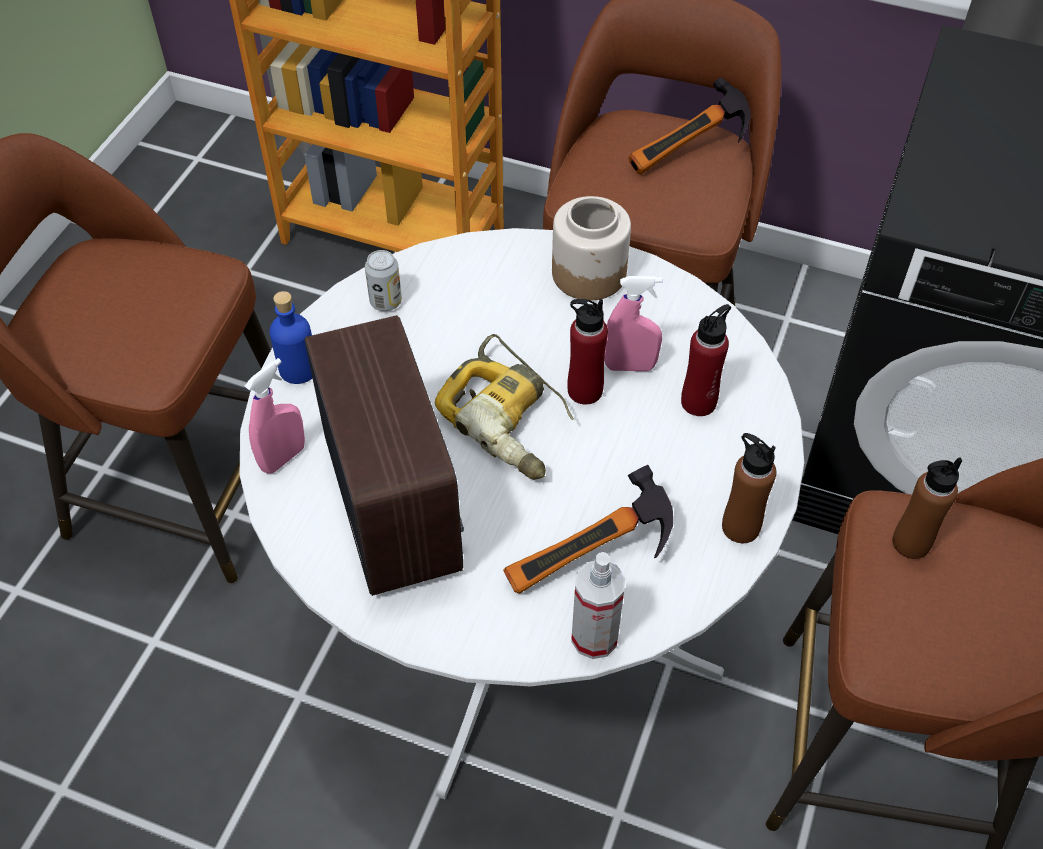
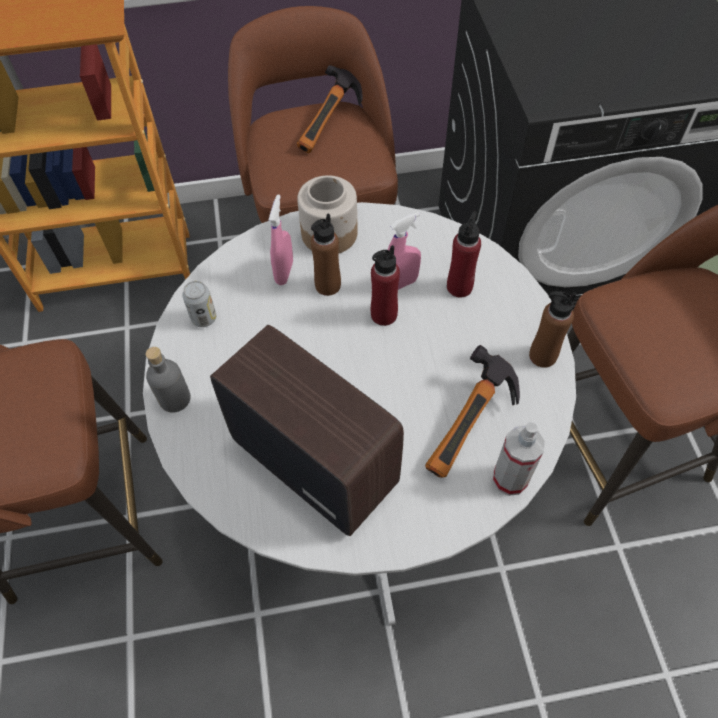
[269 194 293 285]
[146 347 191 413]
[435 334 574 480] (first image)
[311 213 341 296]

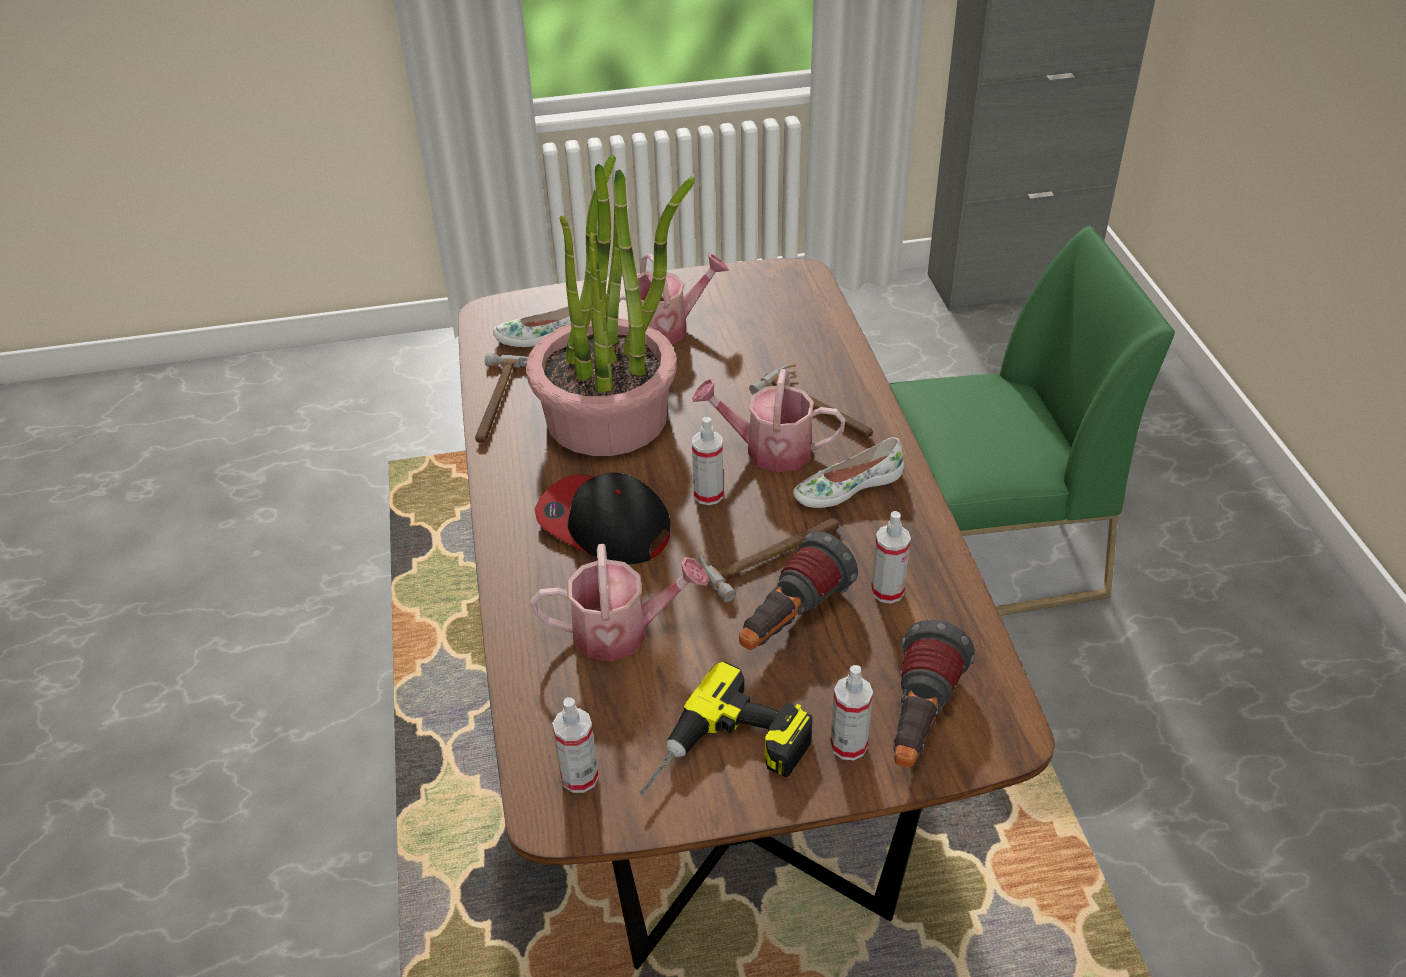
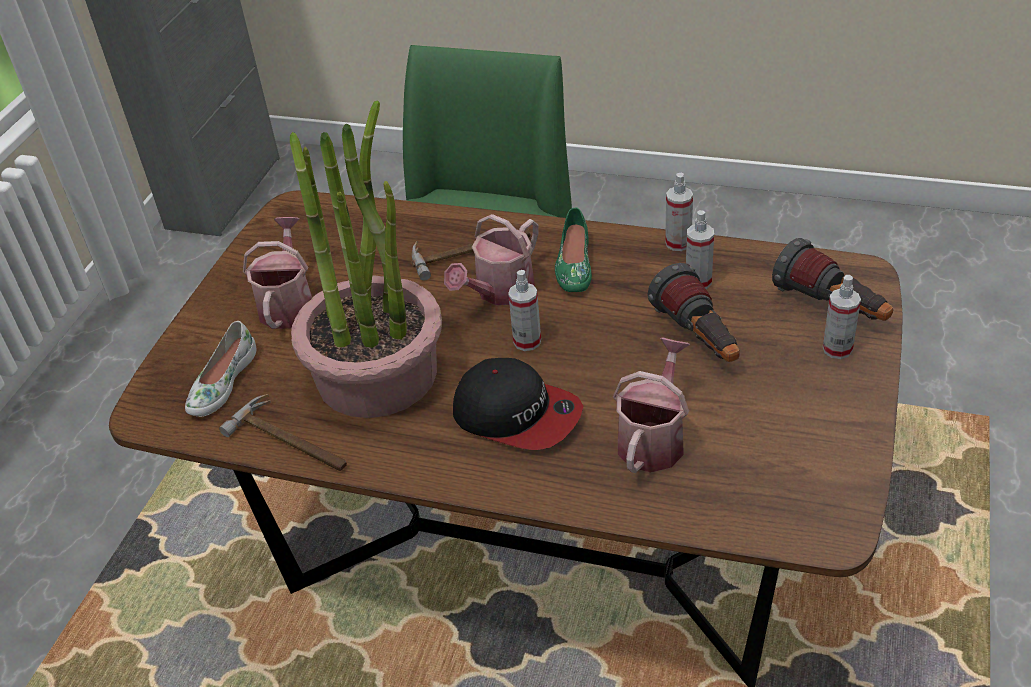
[453 358 584 450]
[665 172 693 251]
[640 662 812 795] (first image)
[700 518 839 602] (first image)
[555 207 592 292]

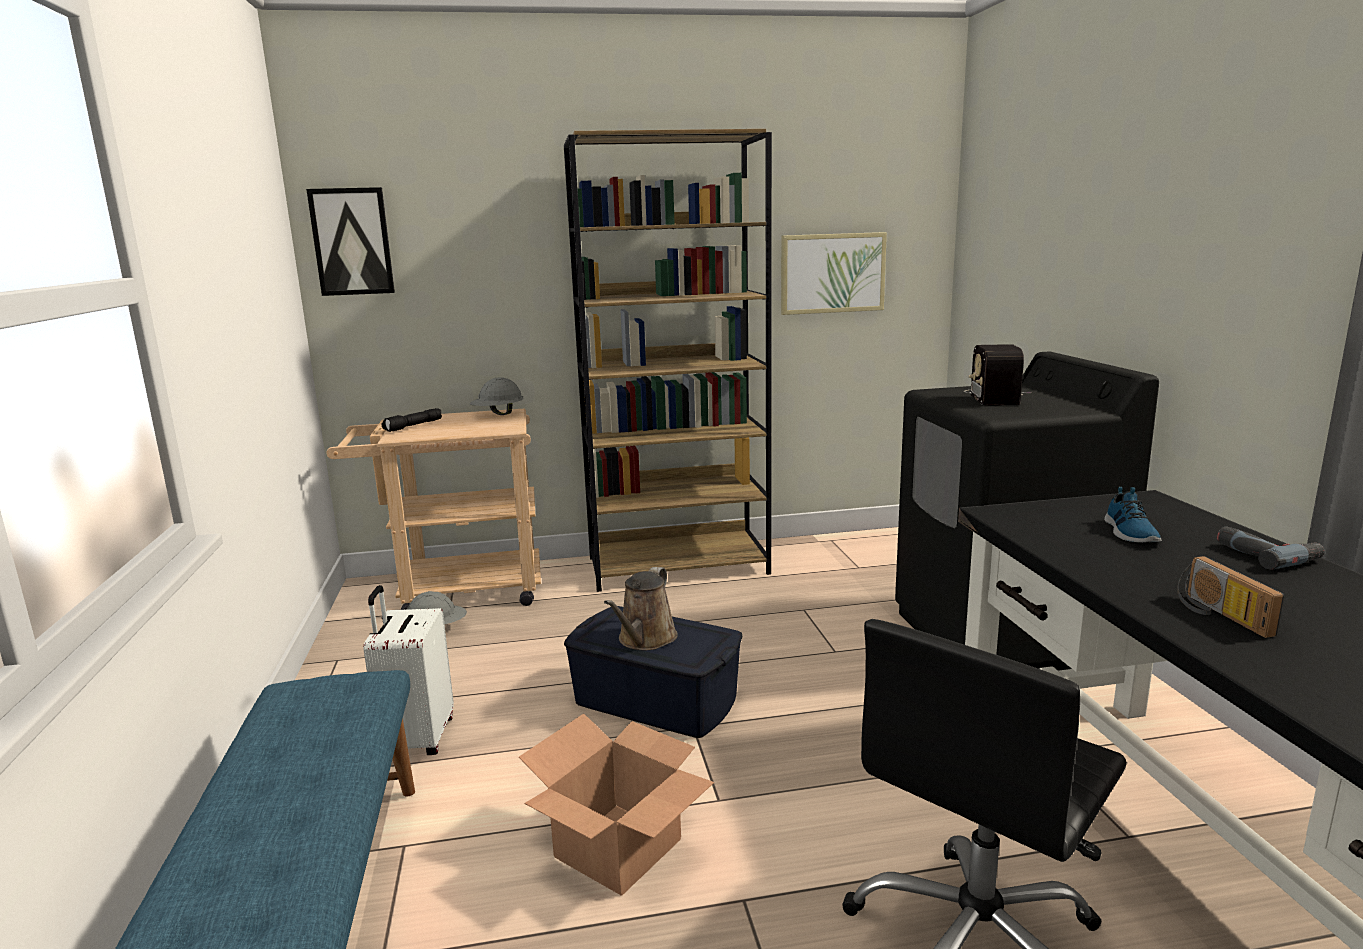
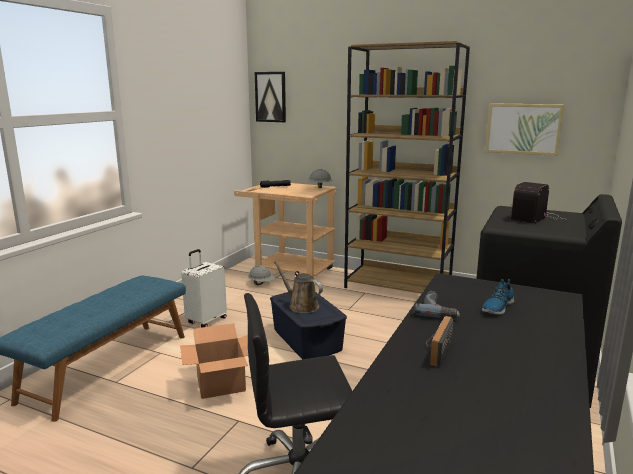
[274 261 323 313]
[414 291 460 319]

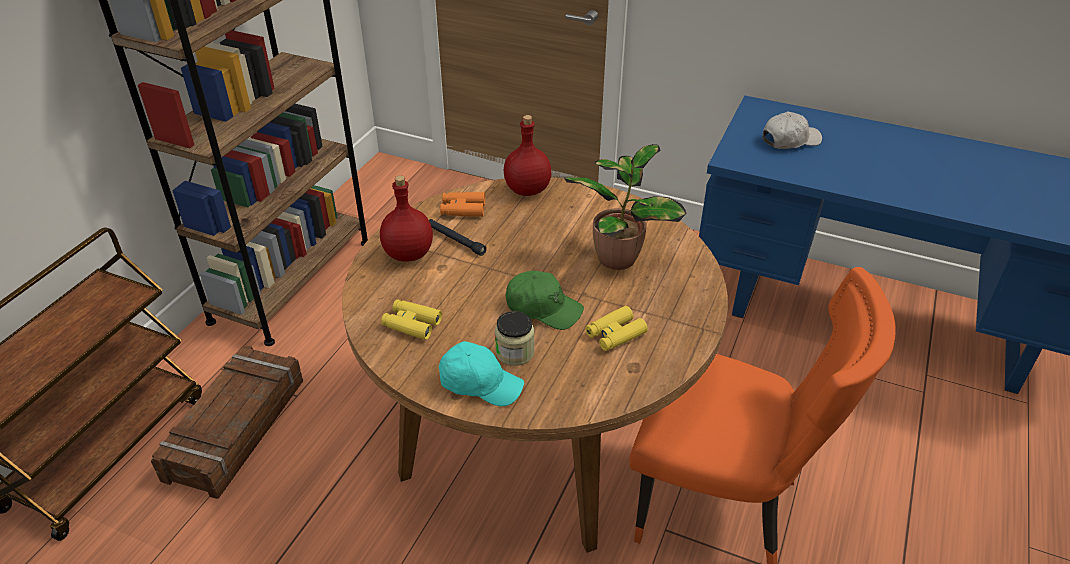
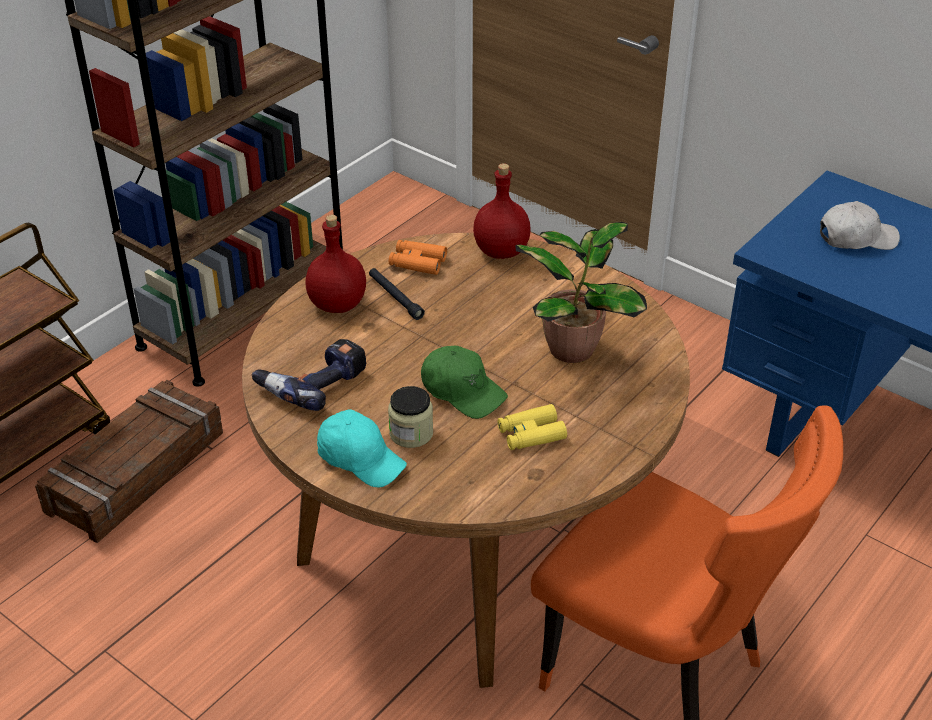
[252 339 366 411]

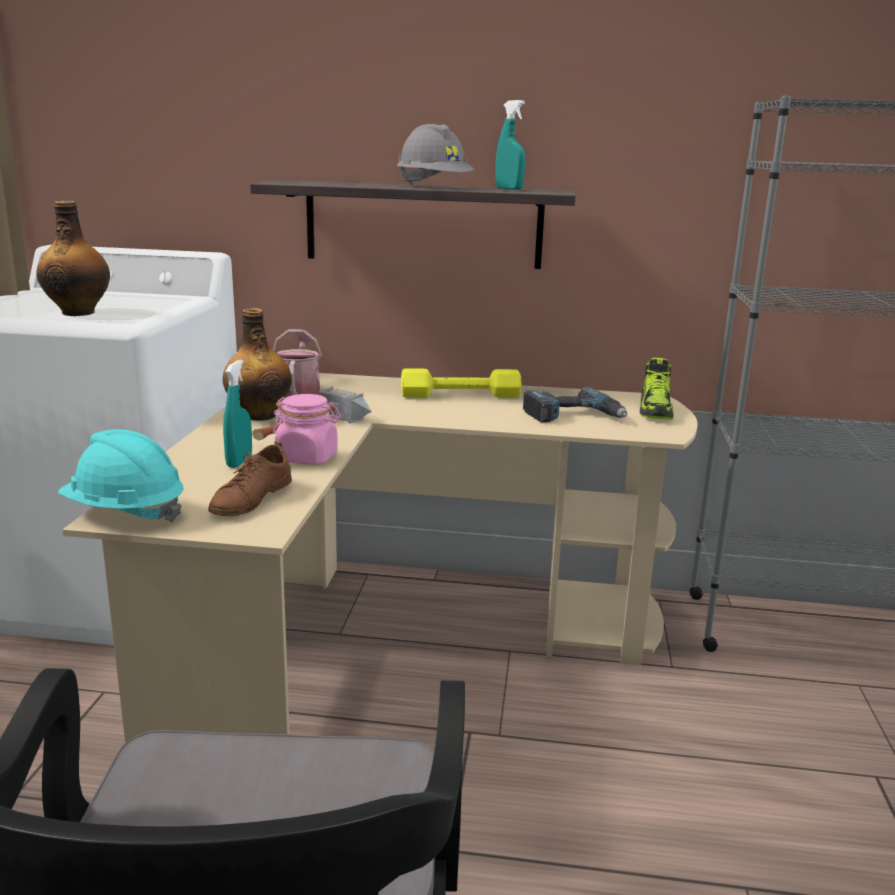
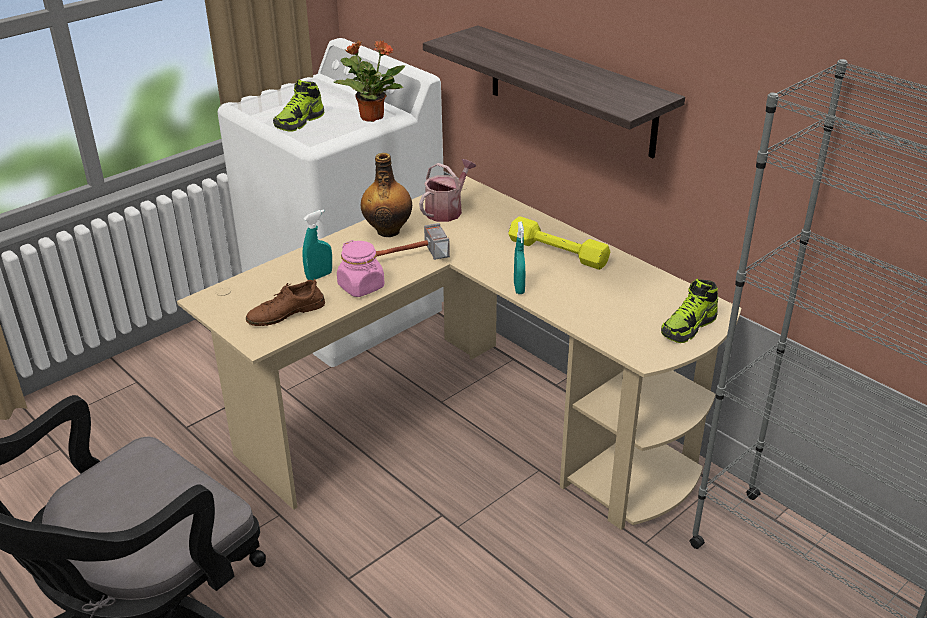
[273 79 324 132]
[58 429 184 522] (first image)
[397 124 475 185] (first image)
[514 221 525 294]
[523 387 627 423] (first image)
[334 40 405 122]

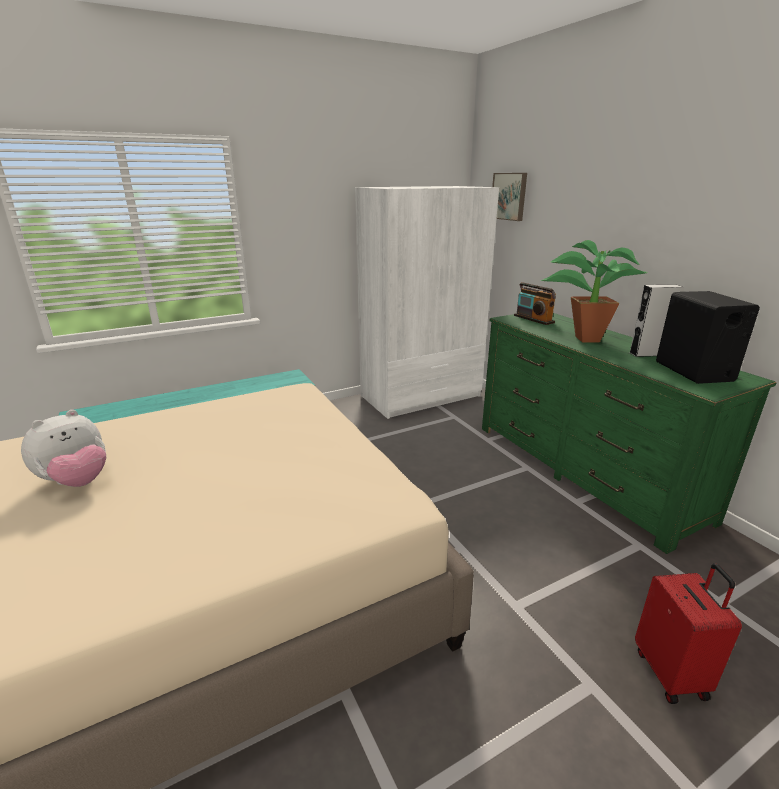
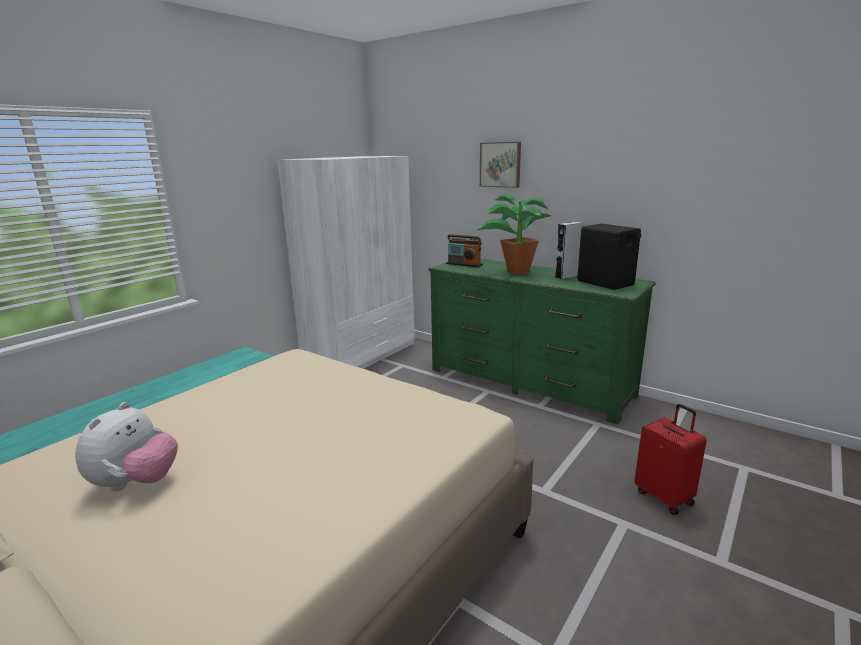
[480 142 521 188]

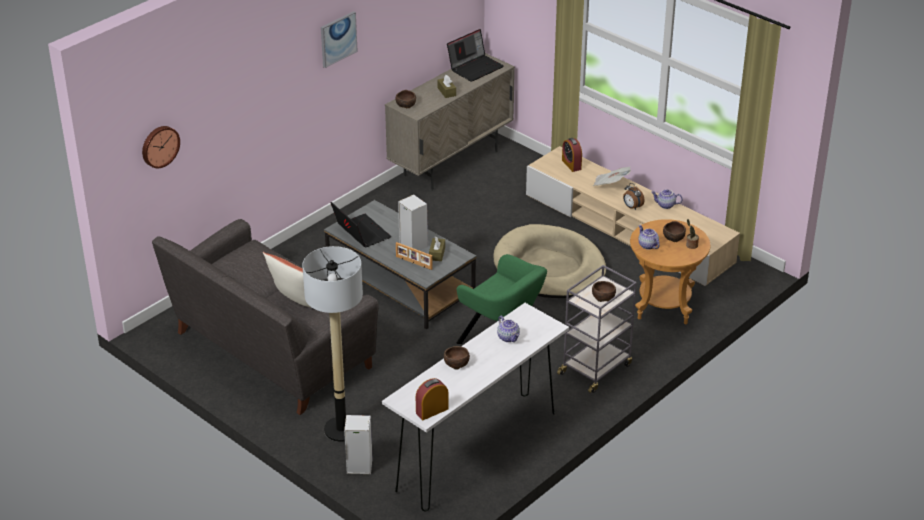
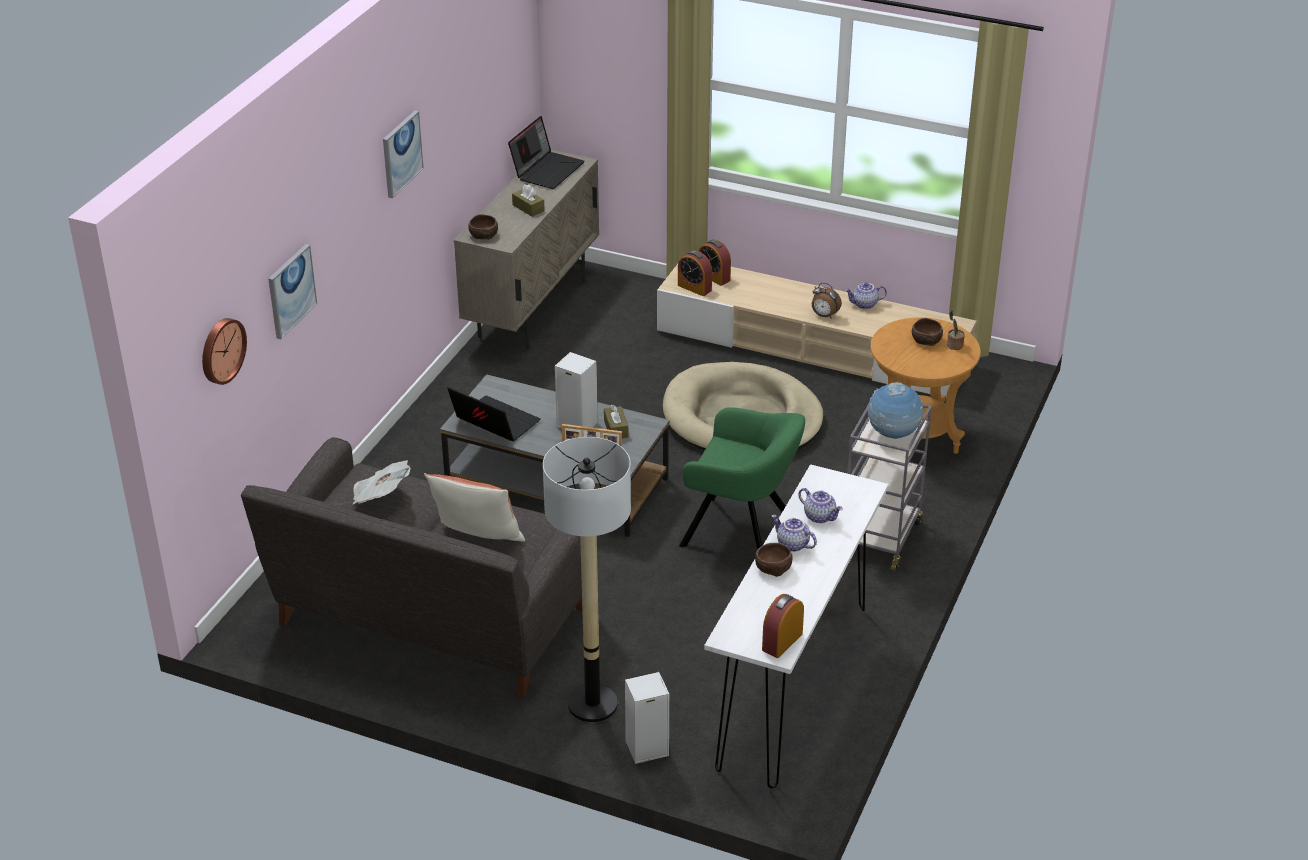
[868 382 923 439]
[353 460 411 504]
[772 515 817 552]
[268 244 317 339]
[678 251 712 296]

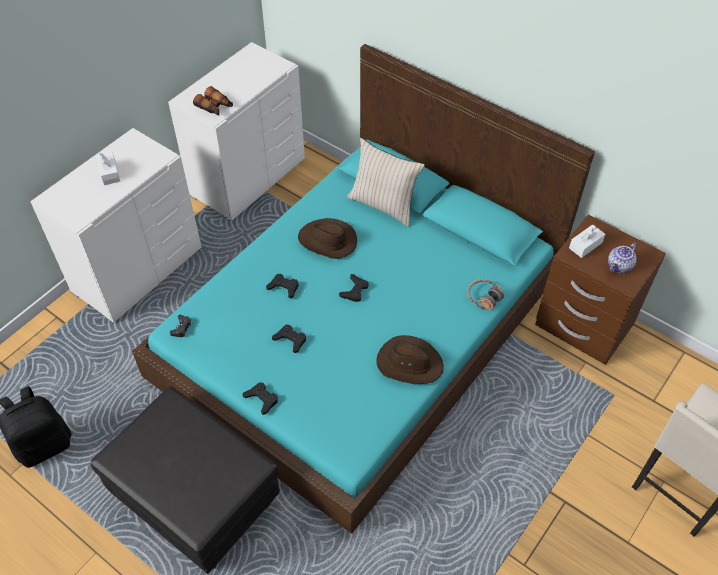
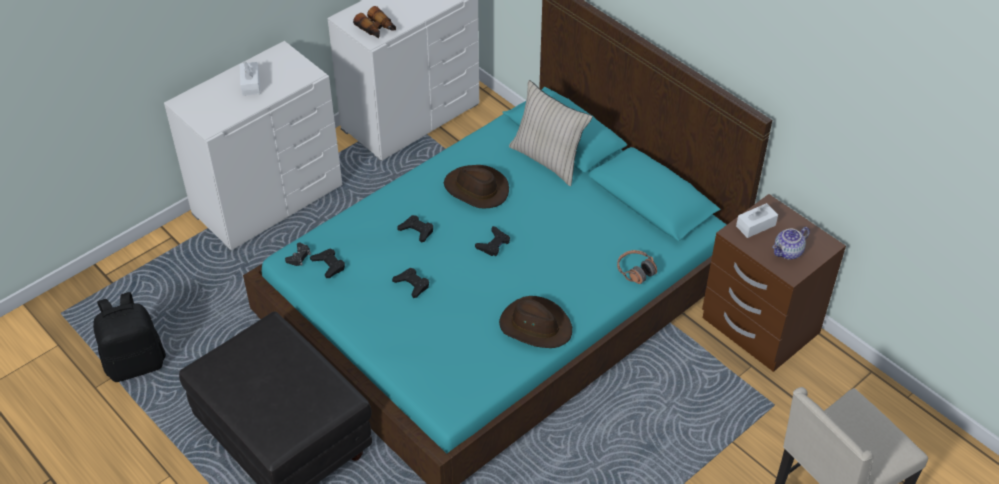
[310 249 345 278]

